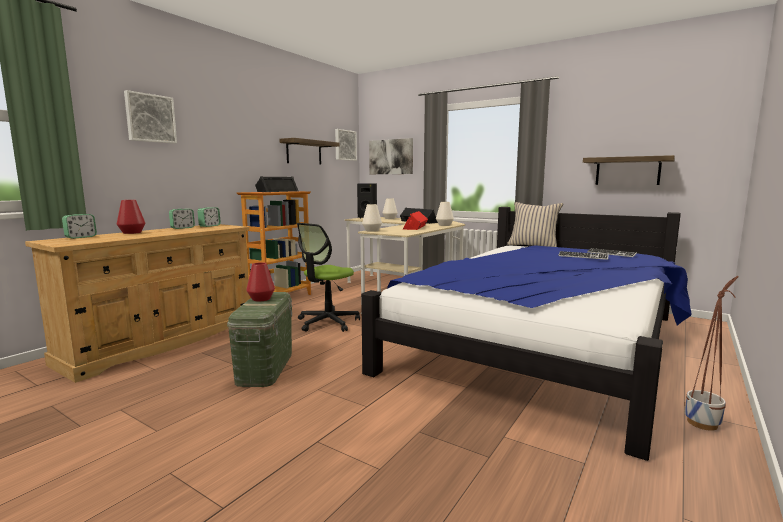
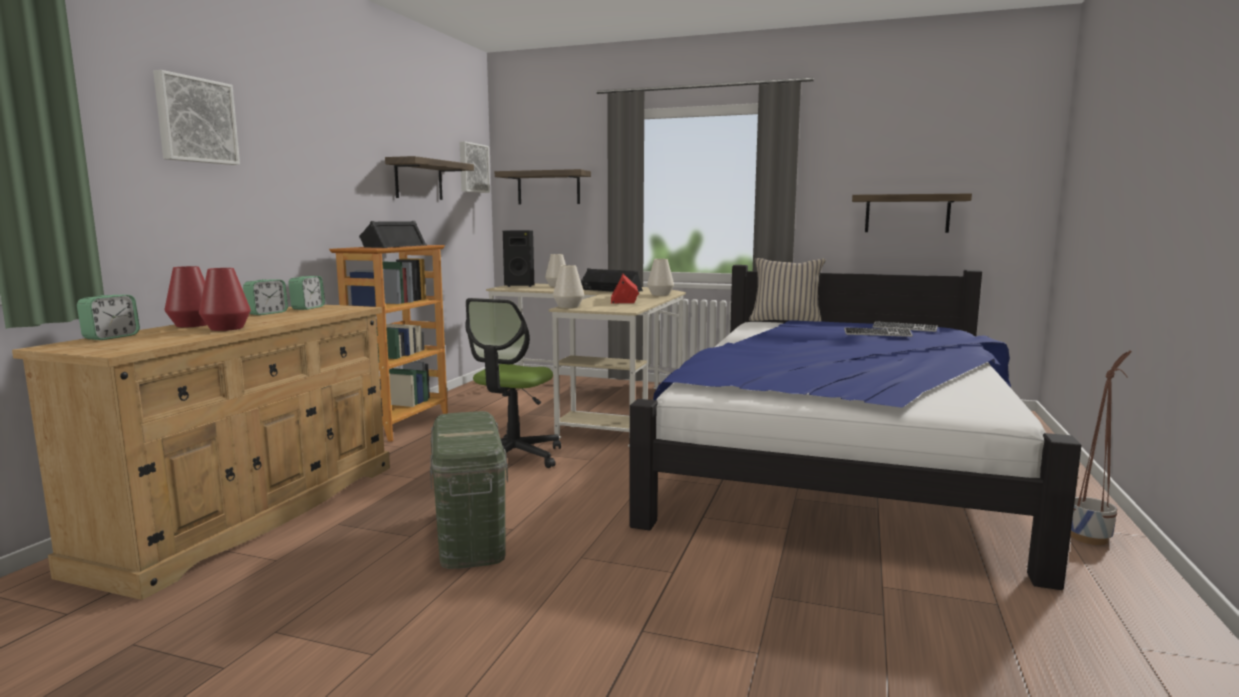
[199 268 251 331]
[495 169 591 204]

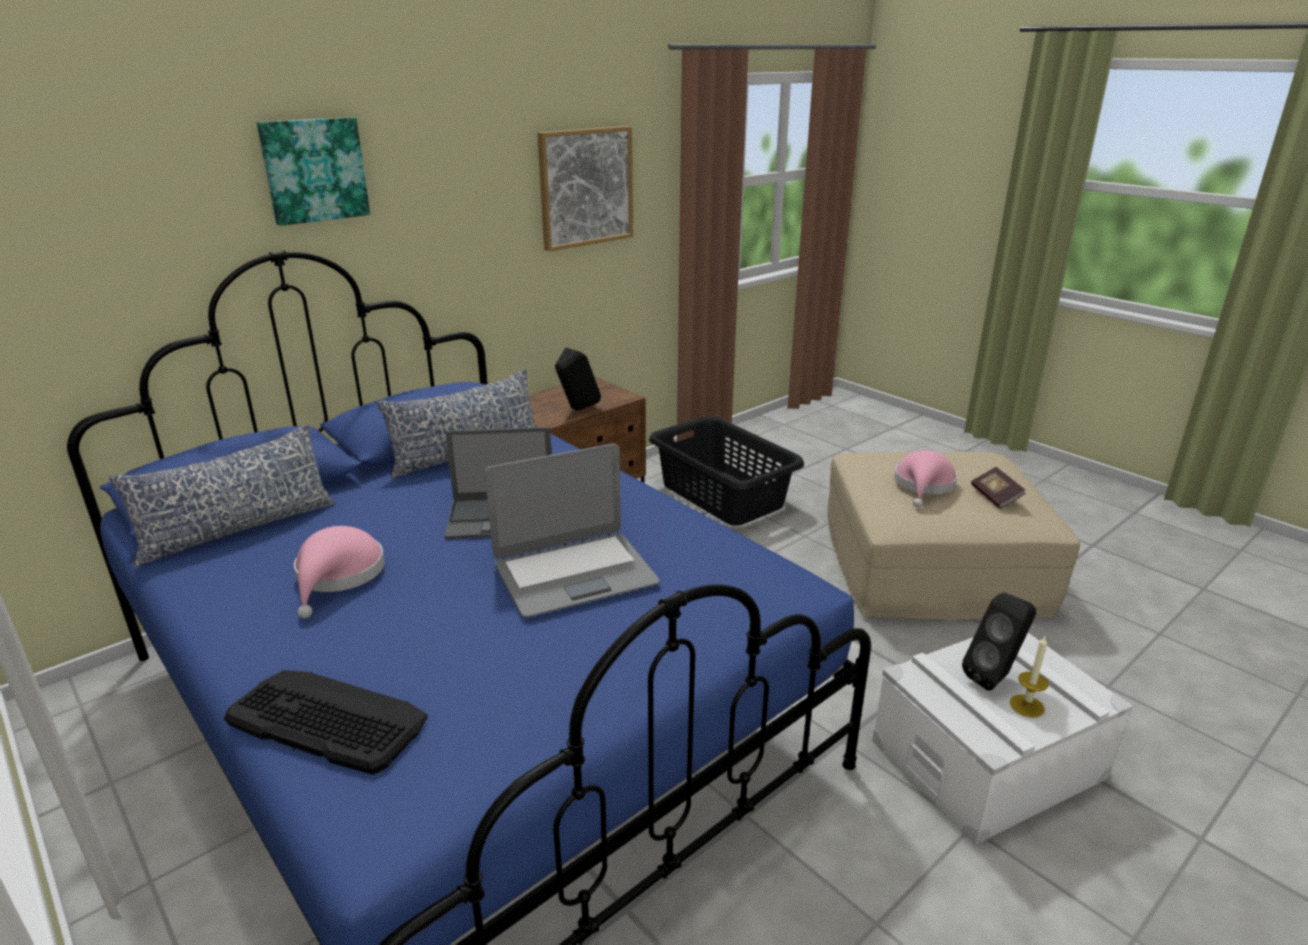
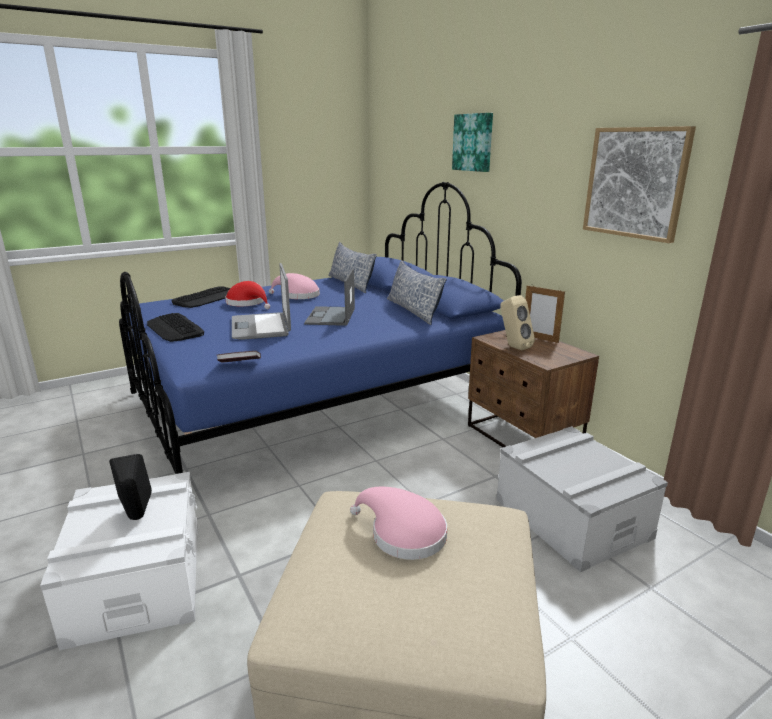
[500 295 535 350]
[496 426 668 572]
[217 351 261 363]
[1010 636 1049 718] (first image)
[147 313 204 342]
[225 281 270 309]
[525 284 565 343]

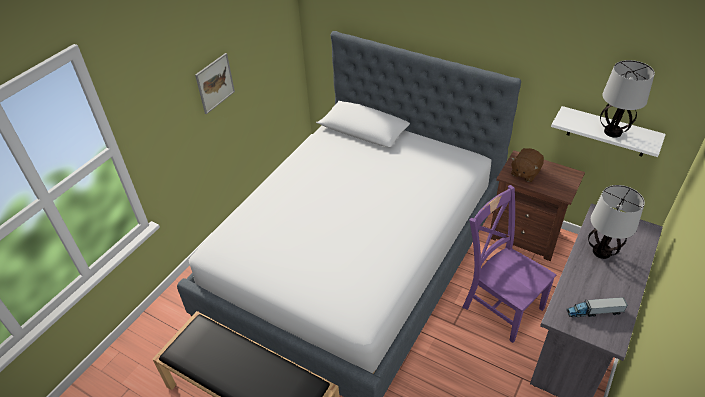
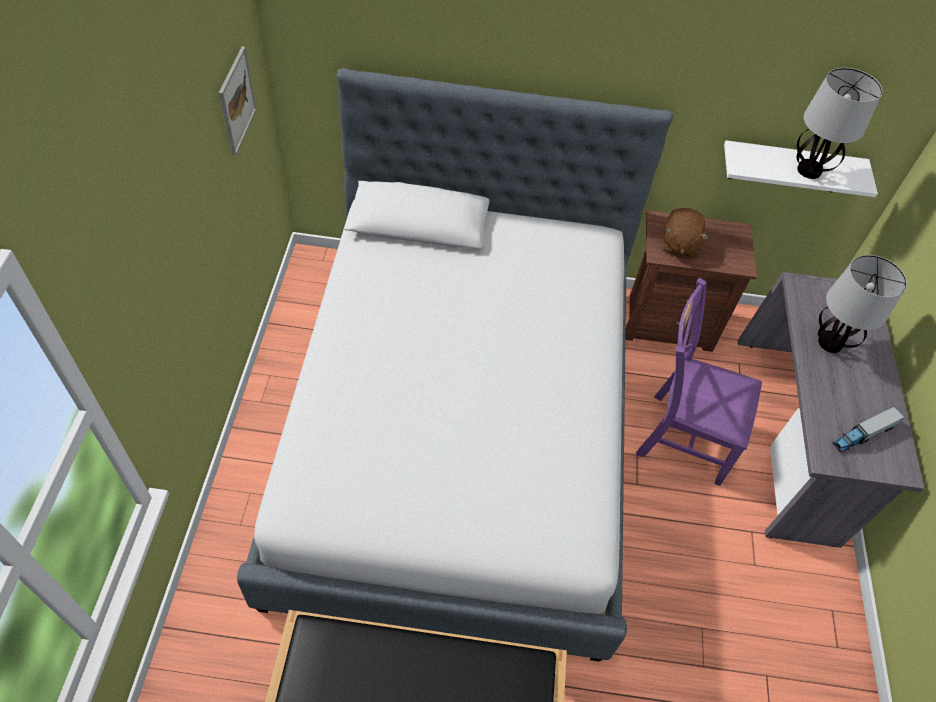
[219 46 256 156]

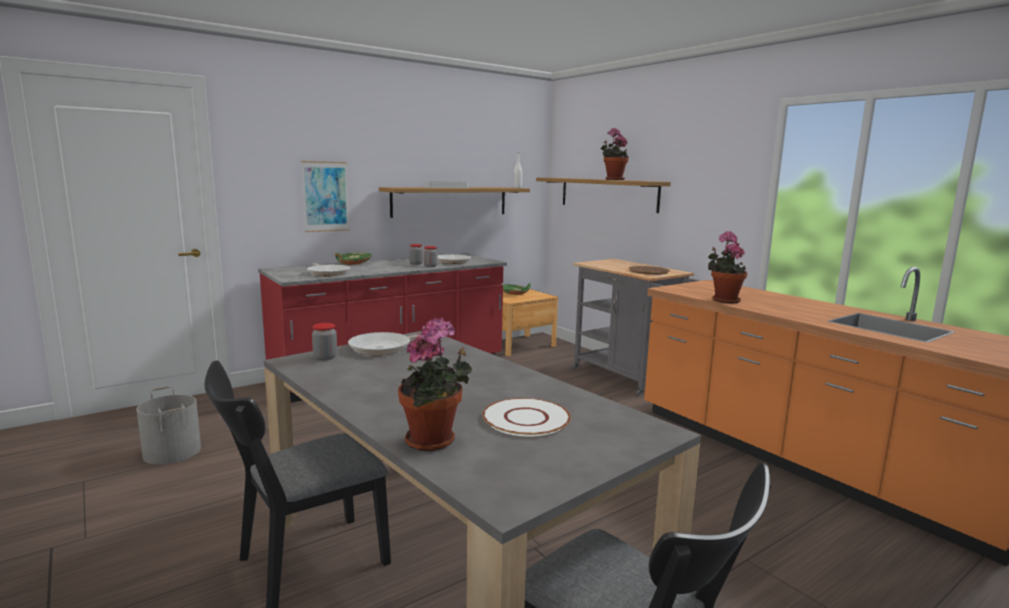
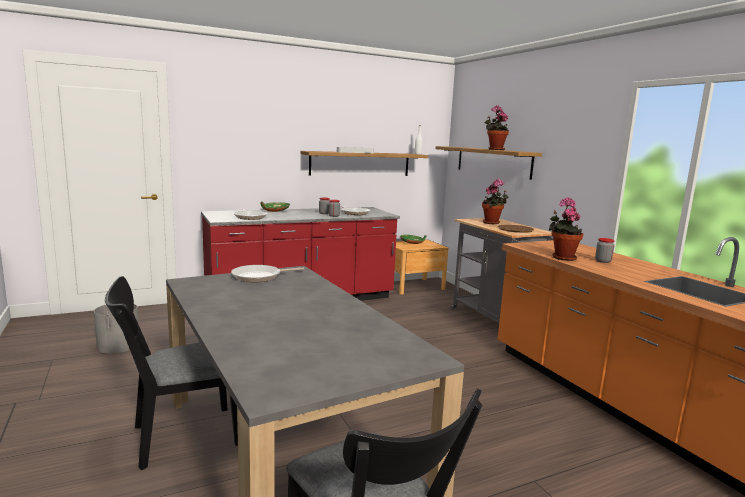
[301 161 349 232] (first image)
[595 238 615 263]
[482 179 509 224]
[482 398 571 436] (first image)

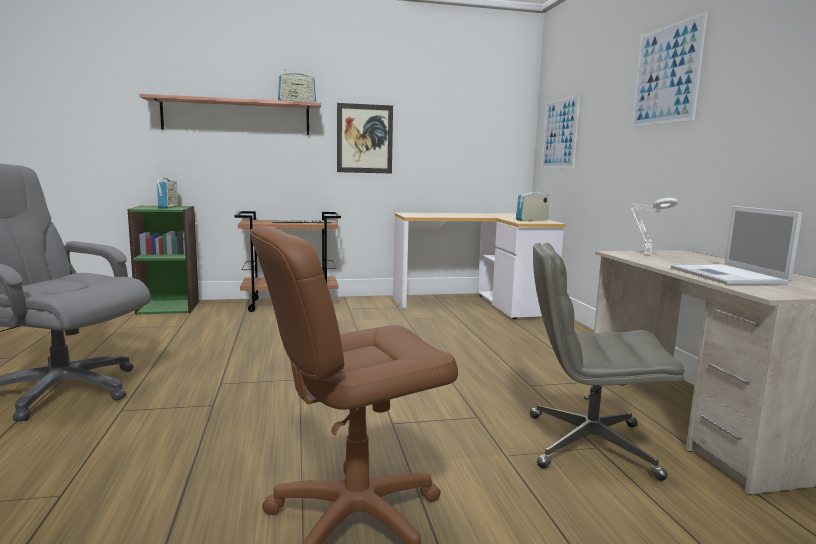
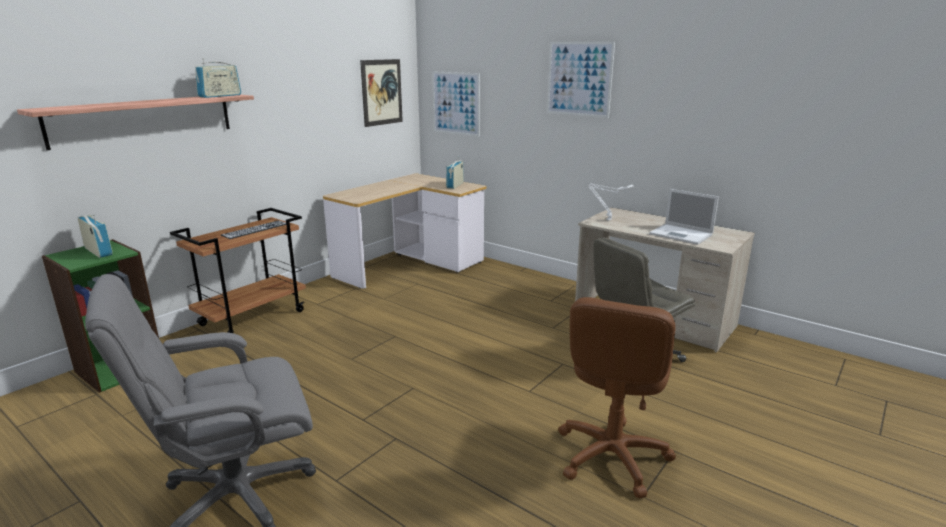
[360 59 403 127]

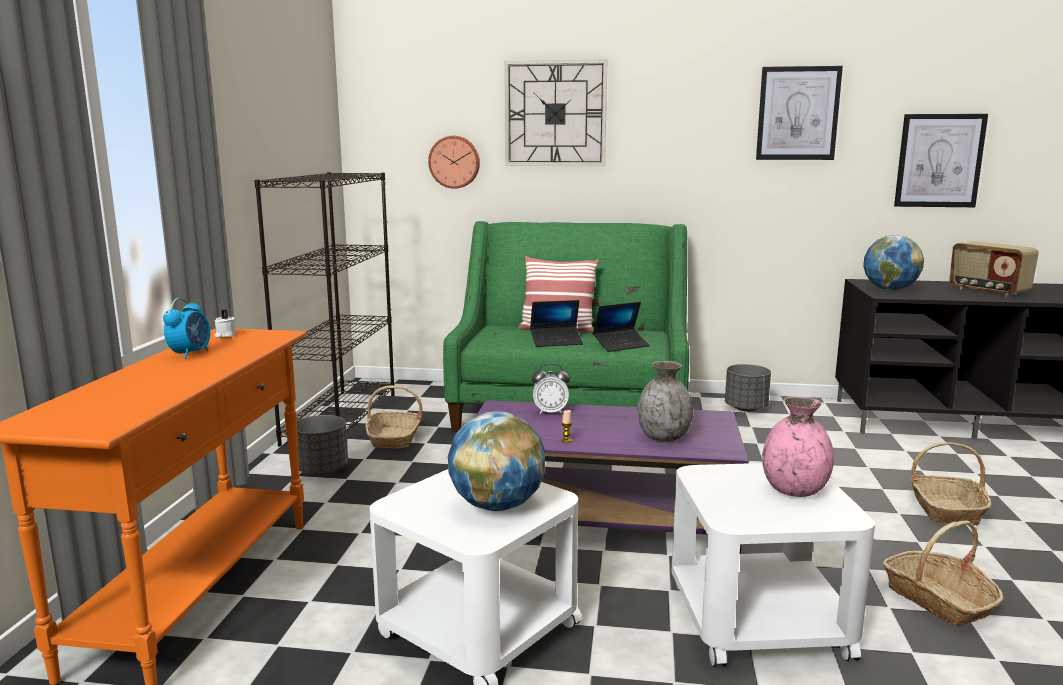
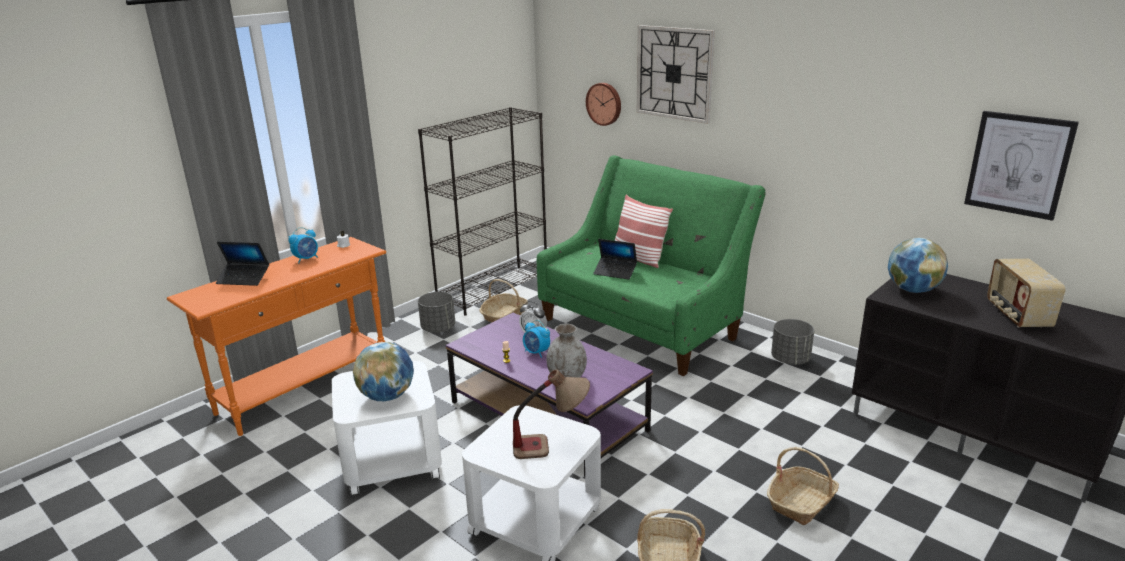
[216 242 269 286]
[756 66 843 160] (first image)
[513 370 590 459]
[523 320 550 358]

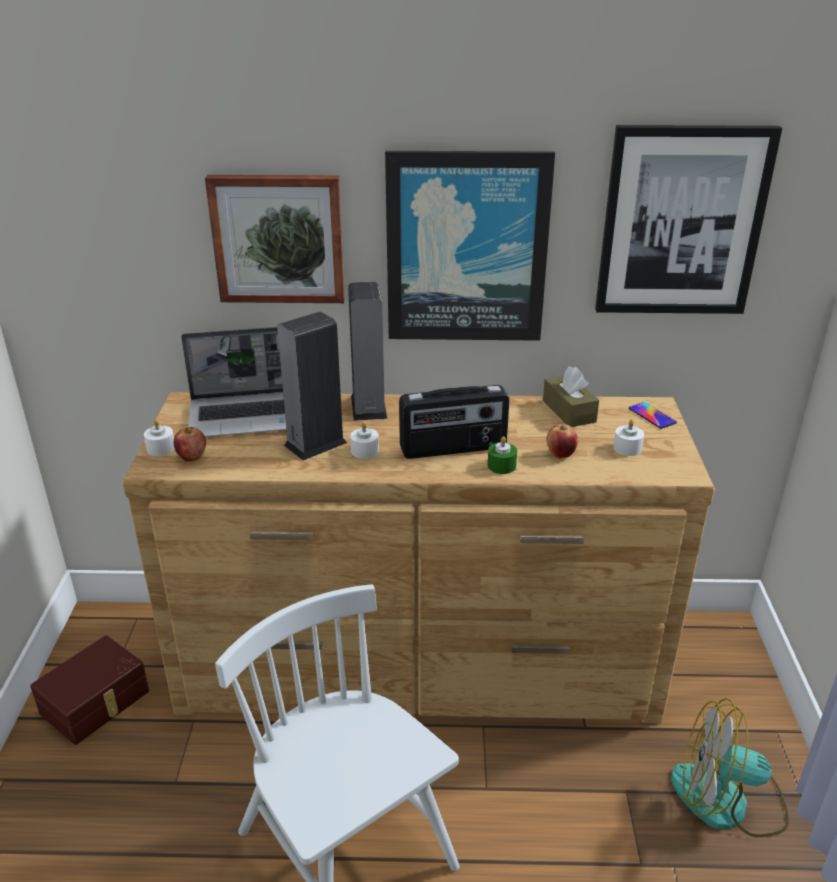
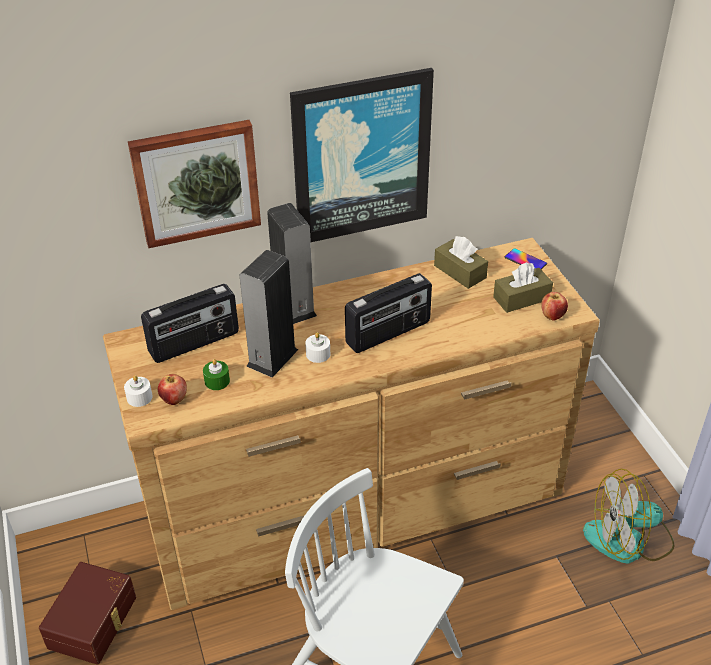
[141 284 239 363]
[203 359 230 390]
[541 292 568 321]
[595 125 782 314] (first image)
[493 262 553 313]

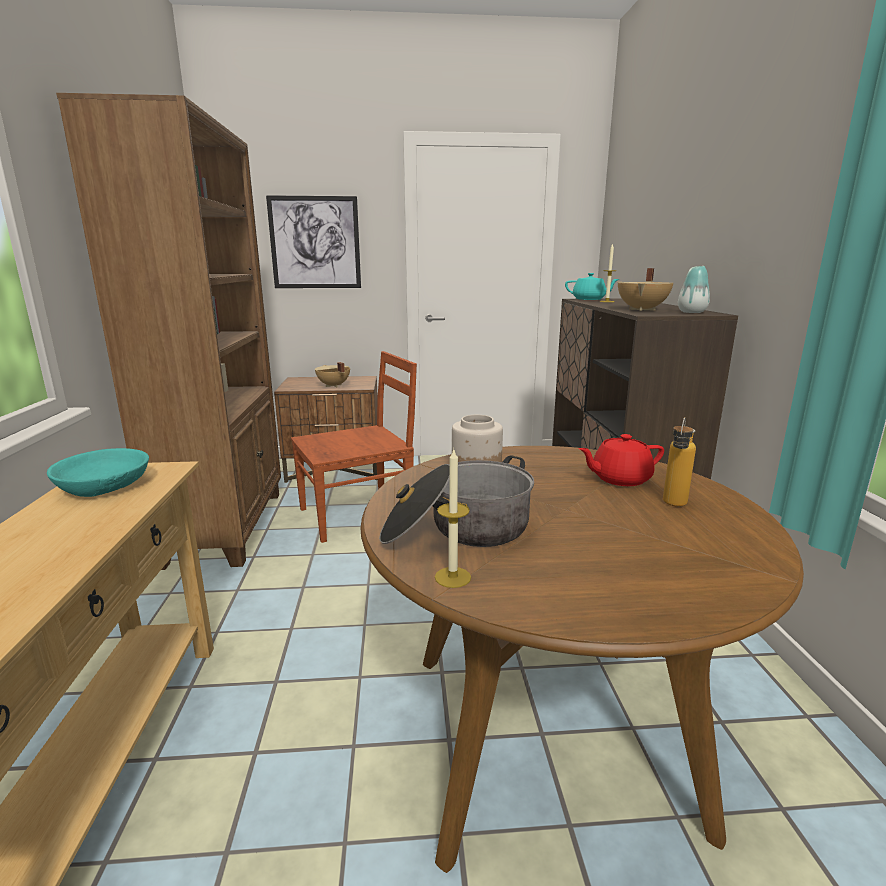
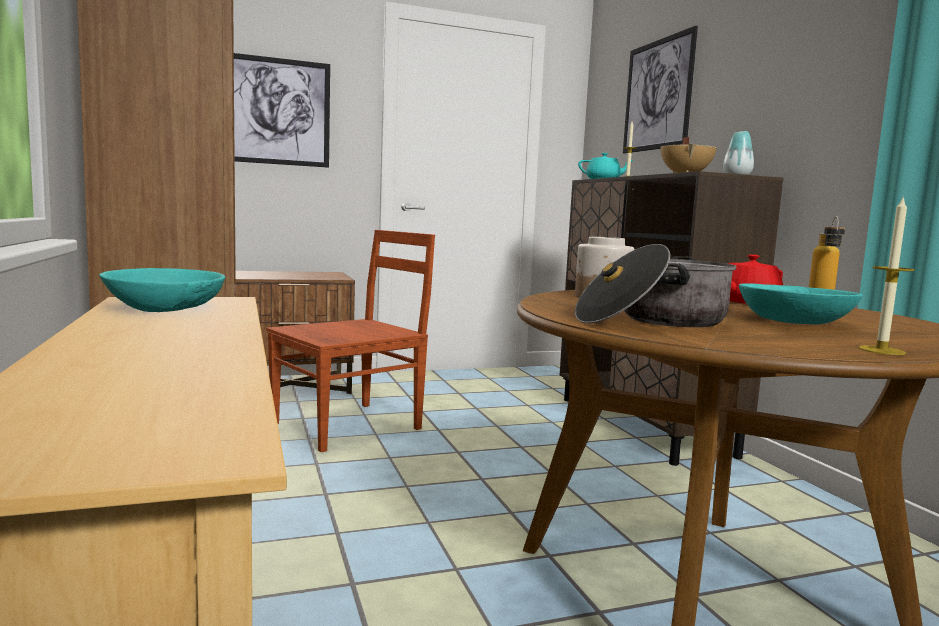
[315 362 350 387] (first image)
[858 196 914 355]
[623 26 698 153]
[739 283 863 325]

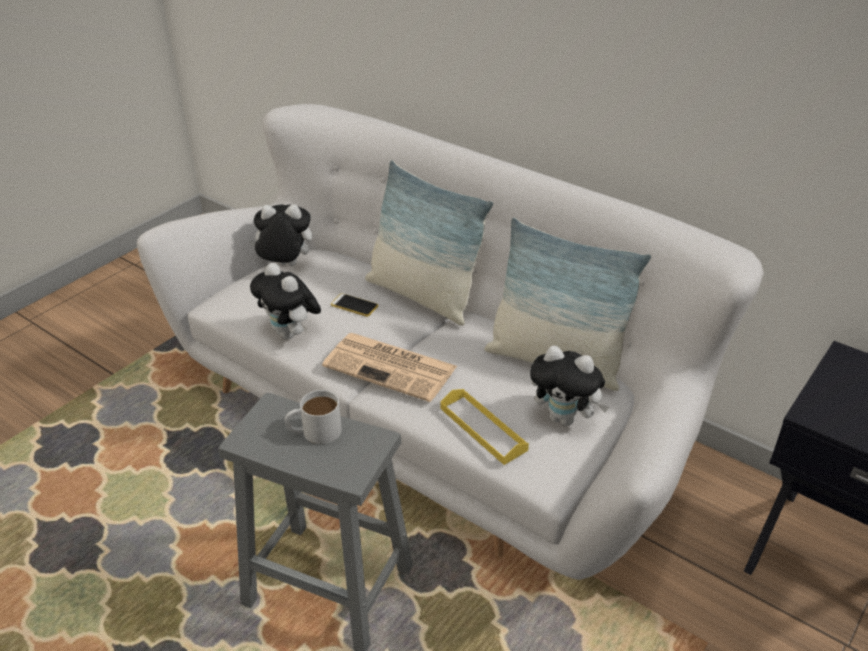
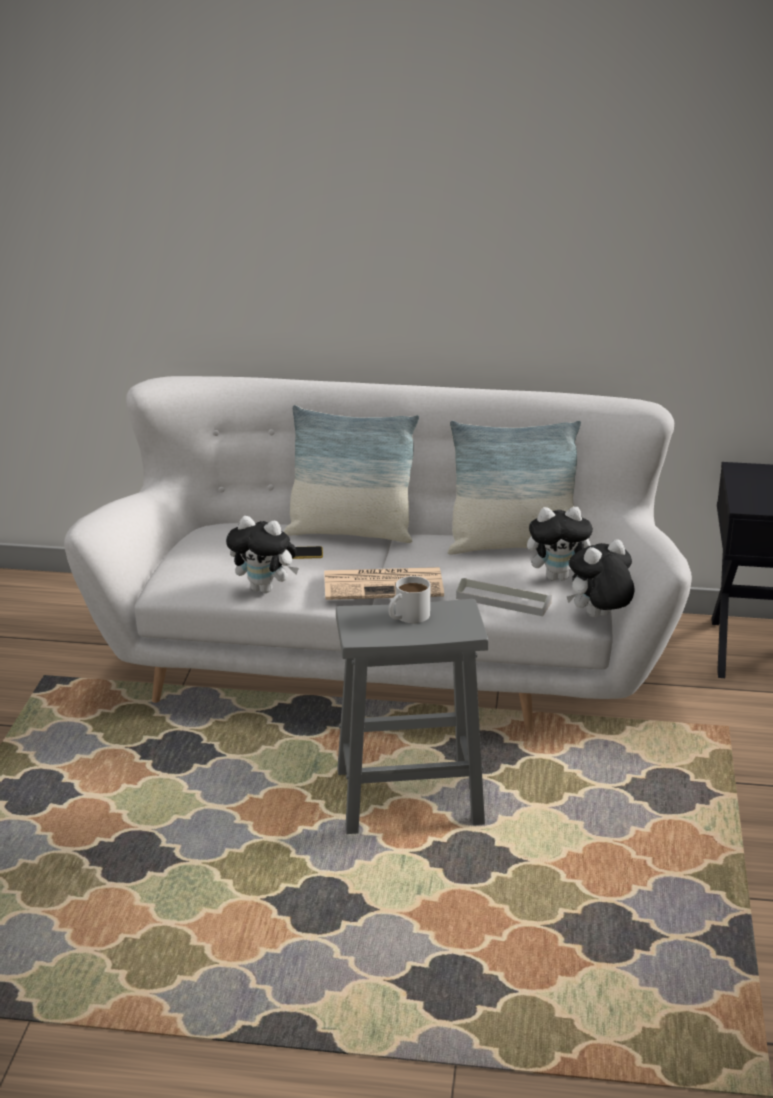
[567 539 635 617]
[456 578 552 616]

